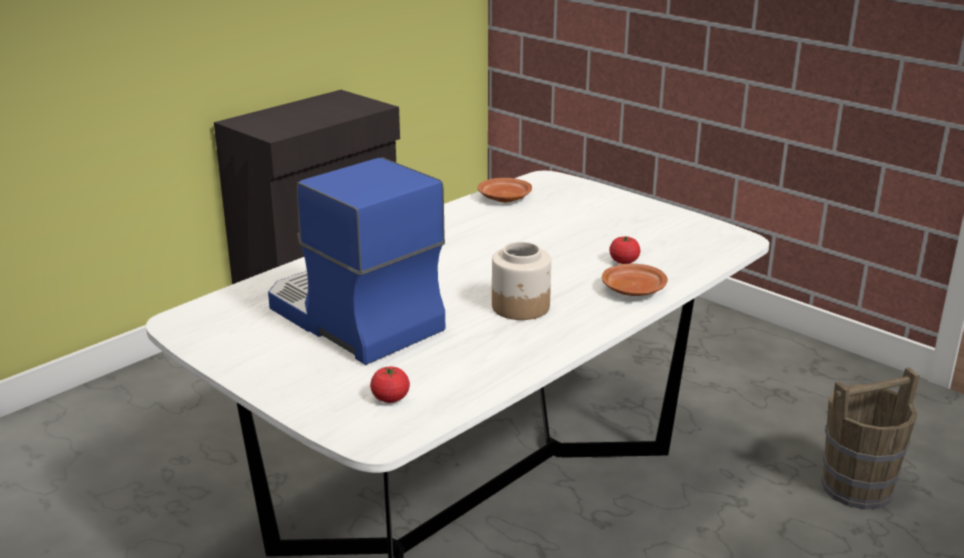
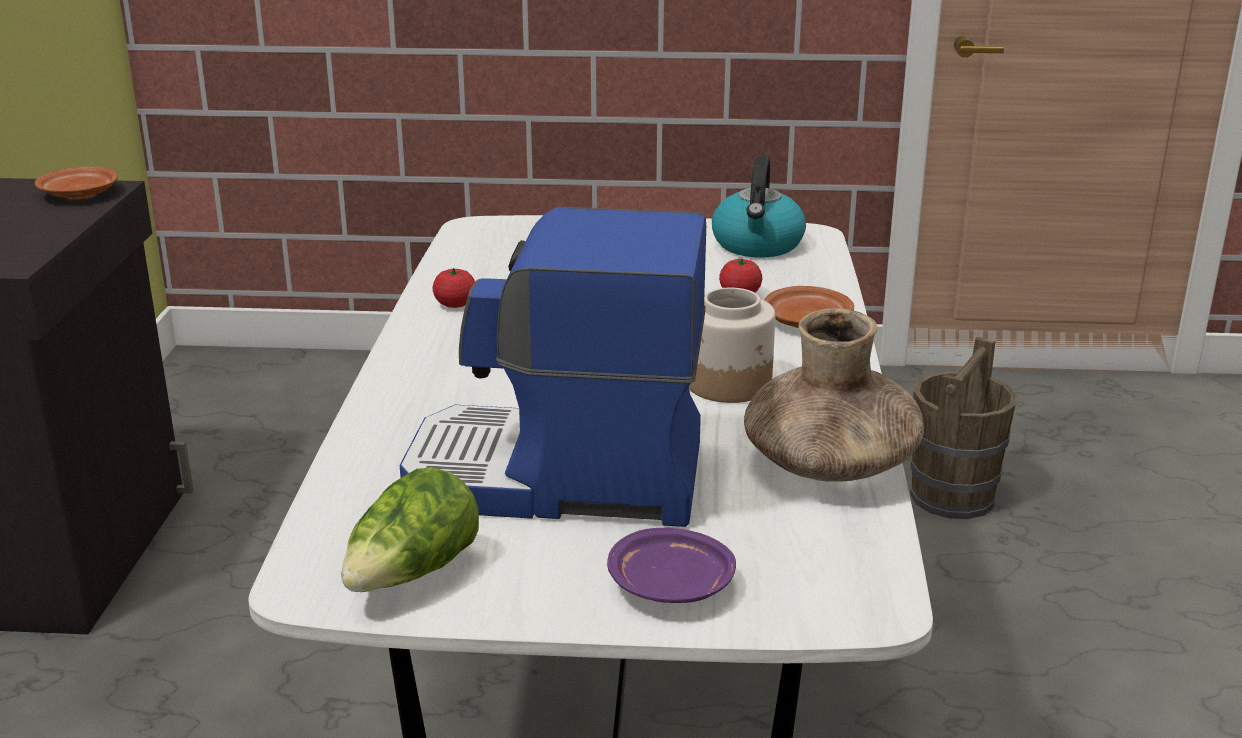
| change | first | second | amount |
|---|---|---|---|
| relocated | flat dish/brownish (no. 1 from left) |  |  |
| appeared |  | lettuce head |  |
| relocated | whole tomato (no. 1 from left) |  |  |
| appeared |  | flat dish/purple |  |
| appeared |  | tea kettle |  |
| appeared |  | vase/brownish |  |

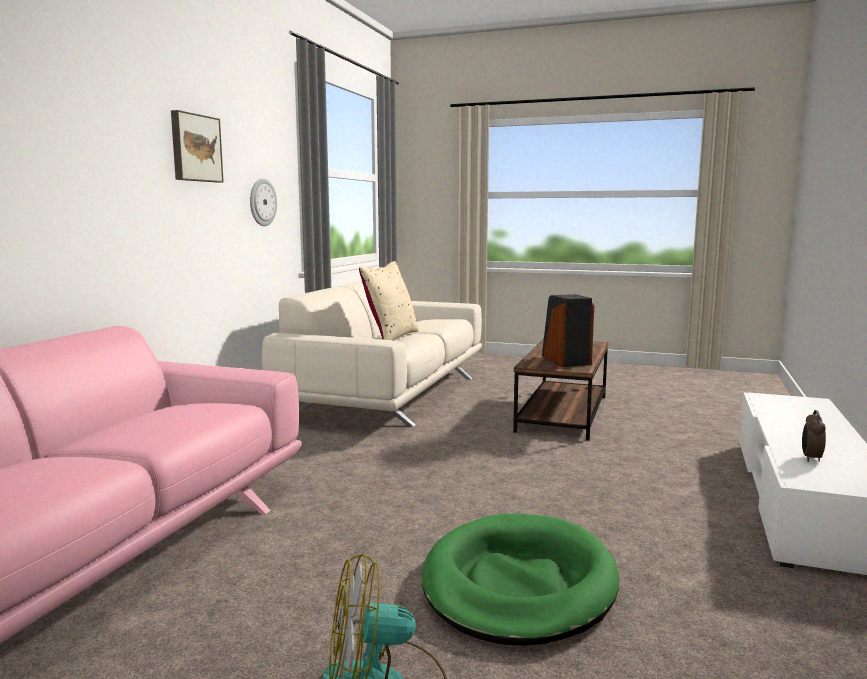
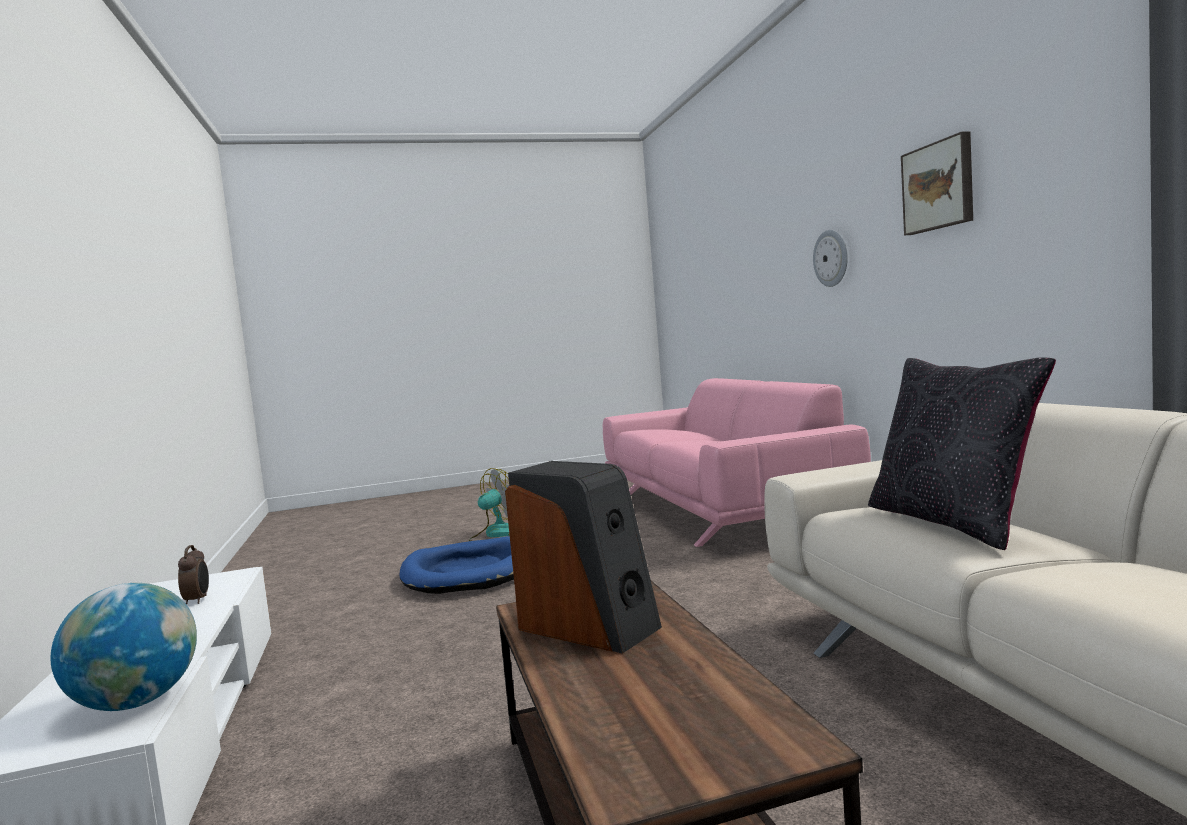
| change | first | second | amount |
|---|---|---|---|
| appeared |  | world globe |  |
| colour | dog bed/green-coloured | dog bed/bluish |  |
| relocated | wall clock |  |  |
| colour | cushion/beige | cushion/black-coloured |  |

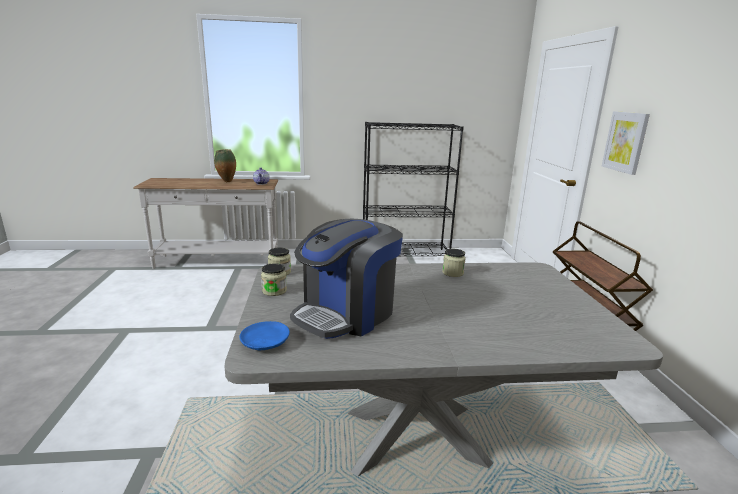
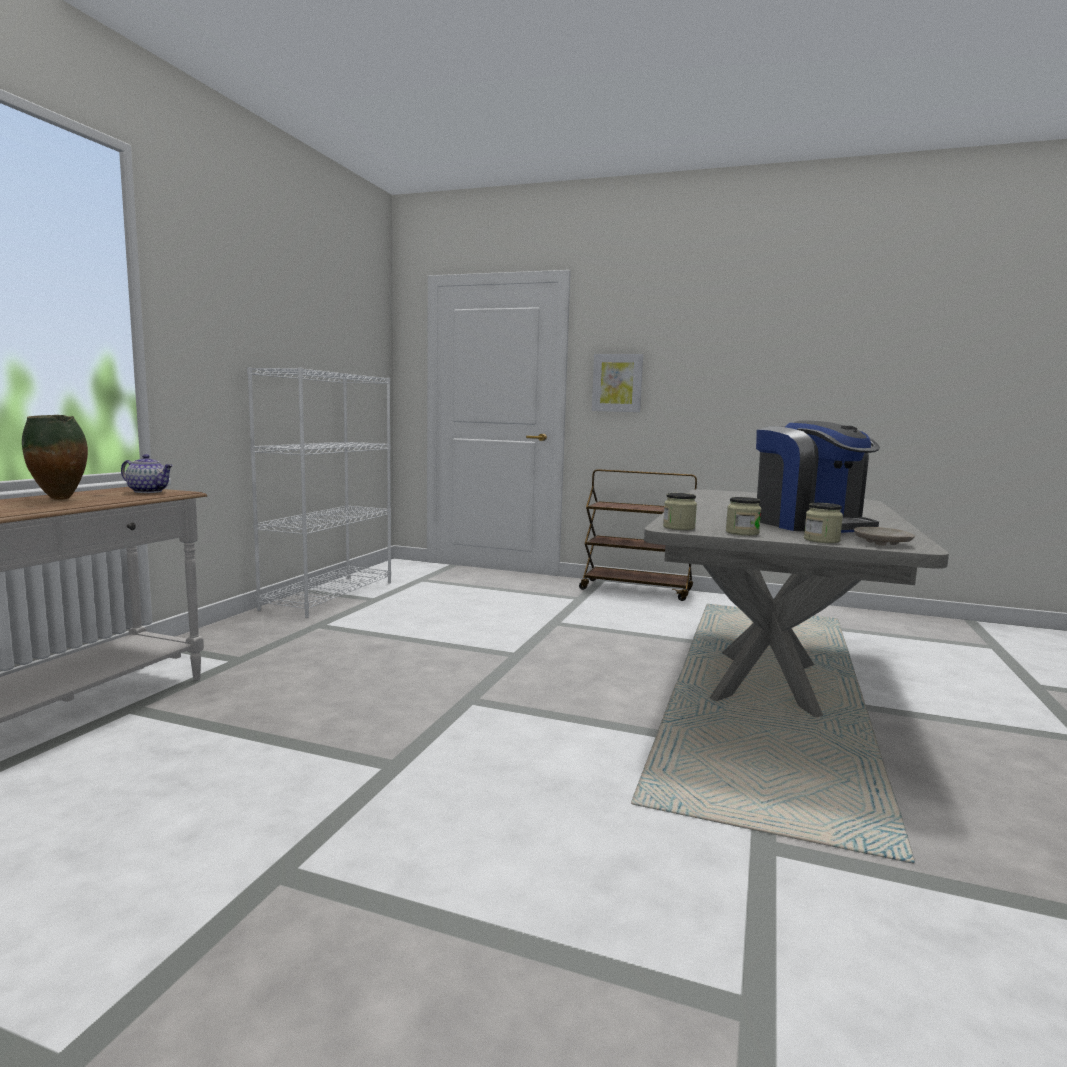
| change | first | second | amount |
|---|---|---|---|
| colour | bookshelf/black-coloured | bookshelf/white |  |
| relocated | jar (no. 3 from left) |  |  |
| colour | flat dish/bluish | flat dish/beige |  |

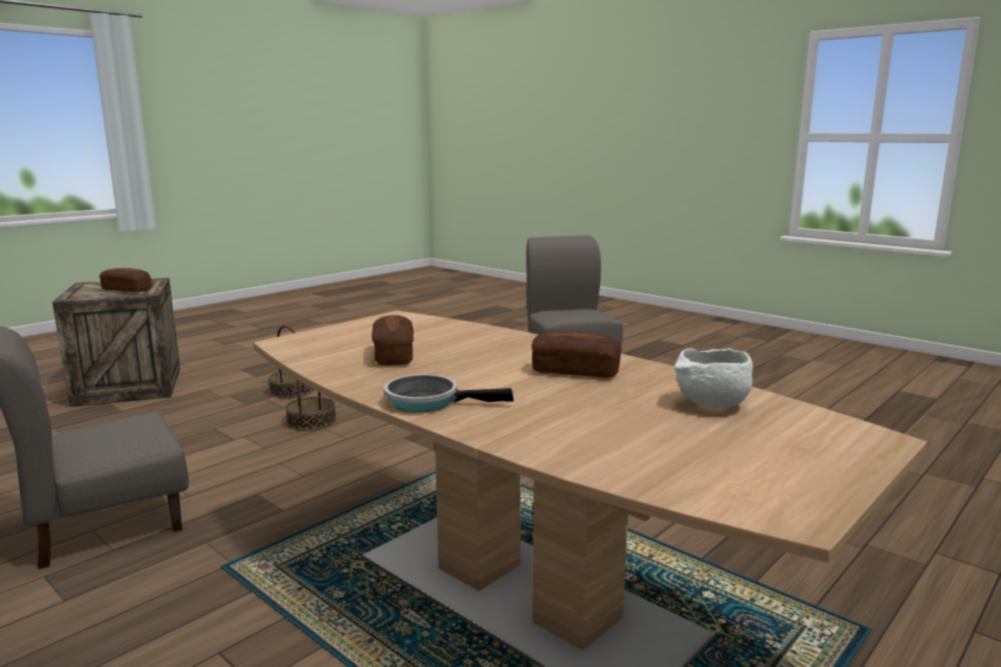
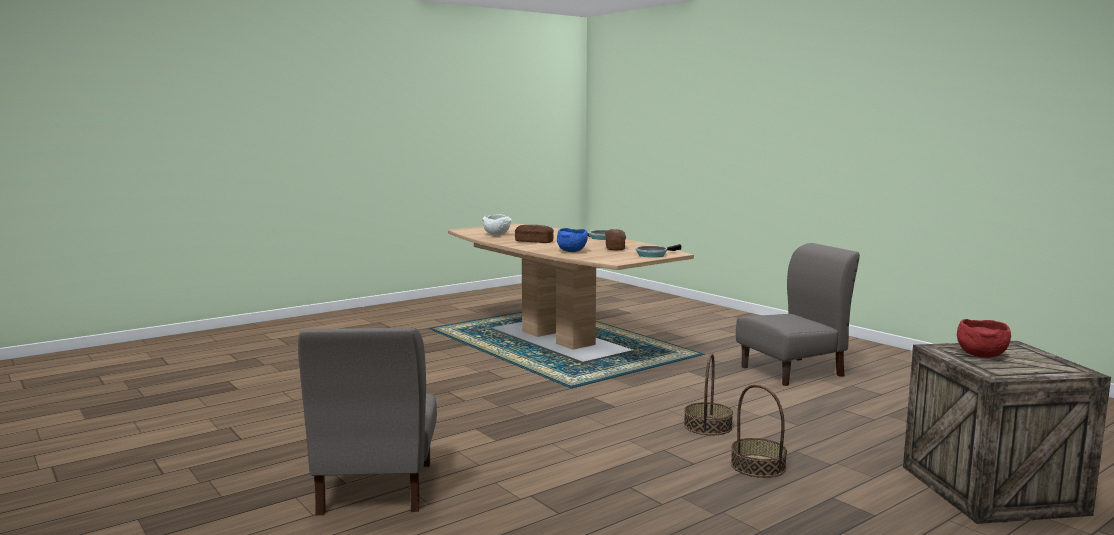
| change | first | second | amount |
|---|---|---|---|
| appeared |  | serving bowl/bluish |  |
| appeared |  | skillet (no. 2 from left) |  |
| exchanged | bakery bread (no. 1 from left) | serving bowl/red |  |

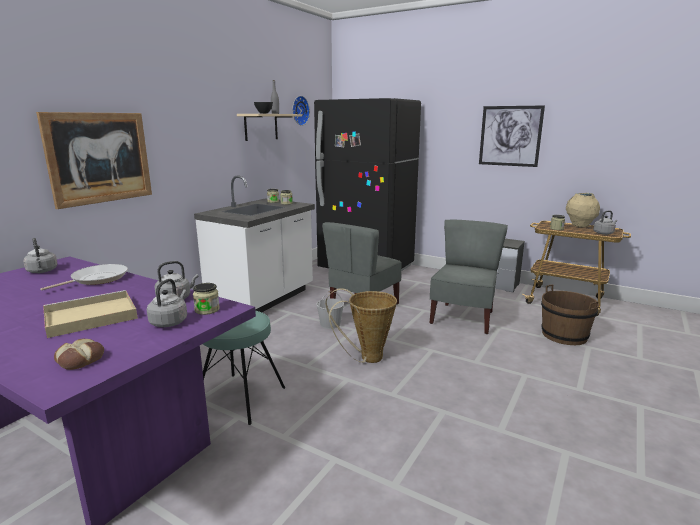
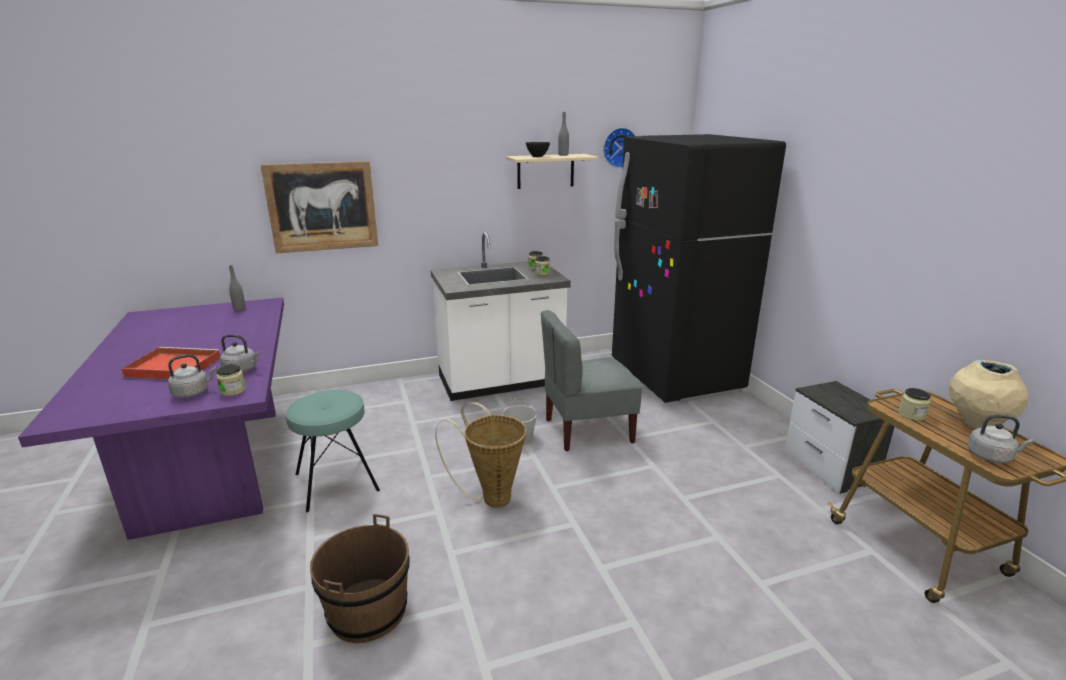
| change | first | second | amount |
|---|---|---|---|
| colour | tray/beige | tray/red |  |
| exchanged | tea kettle/greyish (no. 1 from left) | drink bottle/greyish (no. 1 from left) |  |
| relocated | water bucket/brownish |  |  |
| missing | skillet |  |  |
| missing | bakery bread |  |  |
| missing | chair/greyish (no. 2 from left) |  |  |
| missing | wall picture (no. 2 from left) |  |  |

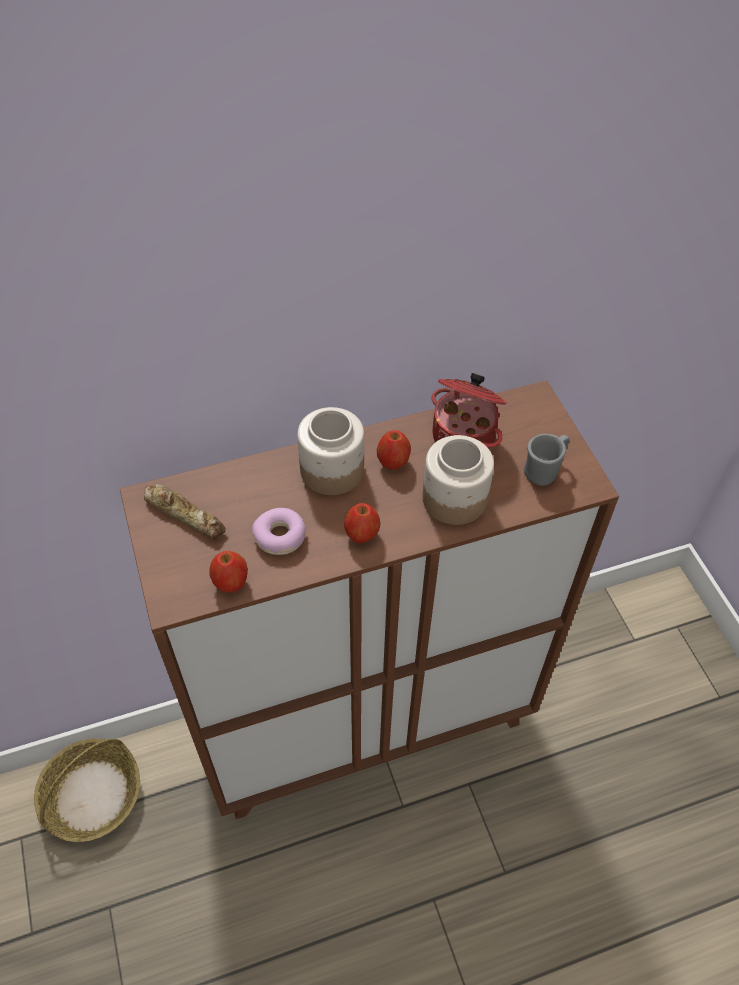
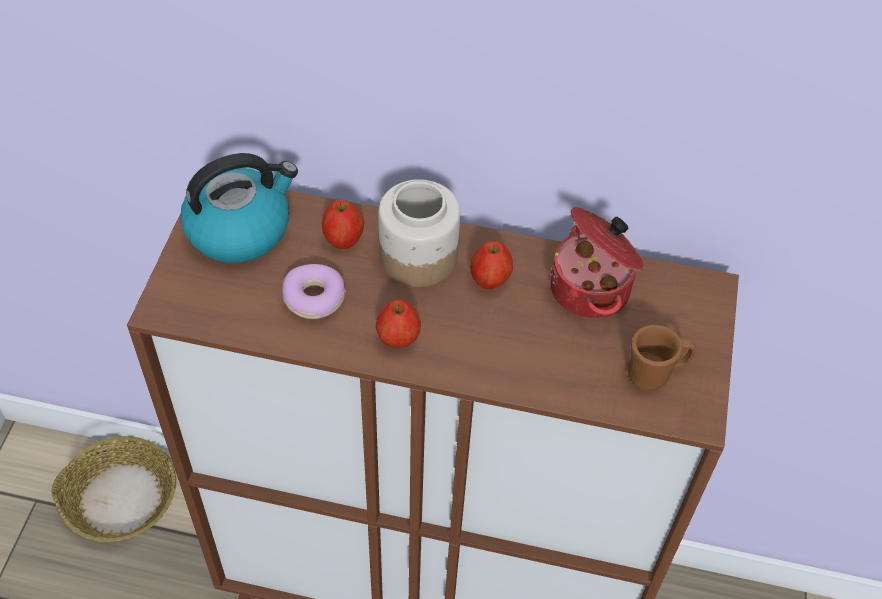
| change | first | second | amount |
|---|---|---|---|
| exchanged | bakery bread | tea kettle |  |
| relocated | apple (no. 1 from left) |  |  |
| colour | mug/greyish | mug/brownish |  |
| missing | jar (no. 2 from left) |  |  |

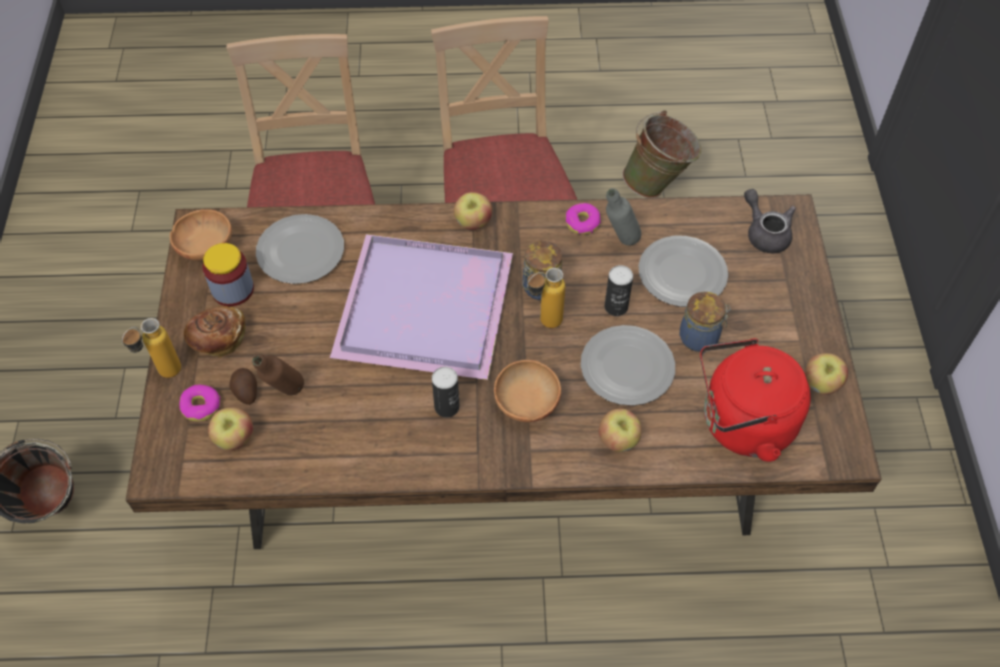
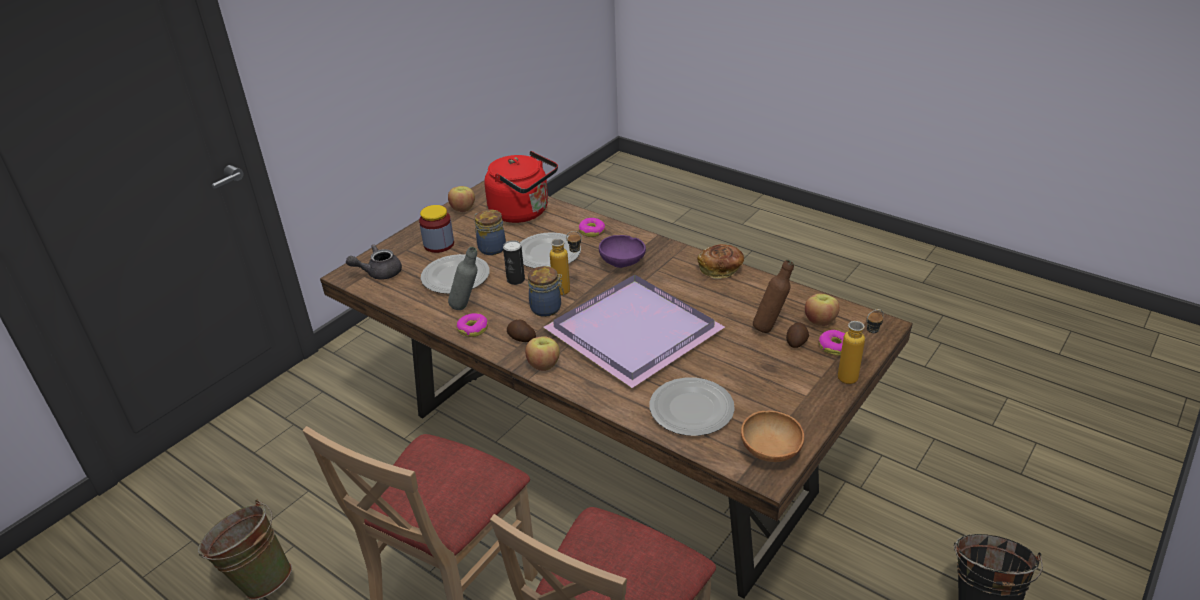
| change | first | second | amount |
|---|---|---|---|
| spun | teapot/greyish |  | 60 degrees clockwise |
| relocated | jar (no. 1 from left) |  |  |
| appeared |  | spud (no. 1 from left) |  |
| exchanged | apple (no. 3 from left) | ring doughnut (no. 2 from left) |  |
| colour | serving bowl/brownish (no. 2 from left) | serving bowl/purple |  |
| relocated | bakery bread |  |  |
| missing | metal can (no. 1 from left) |  |  |

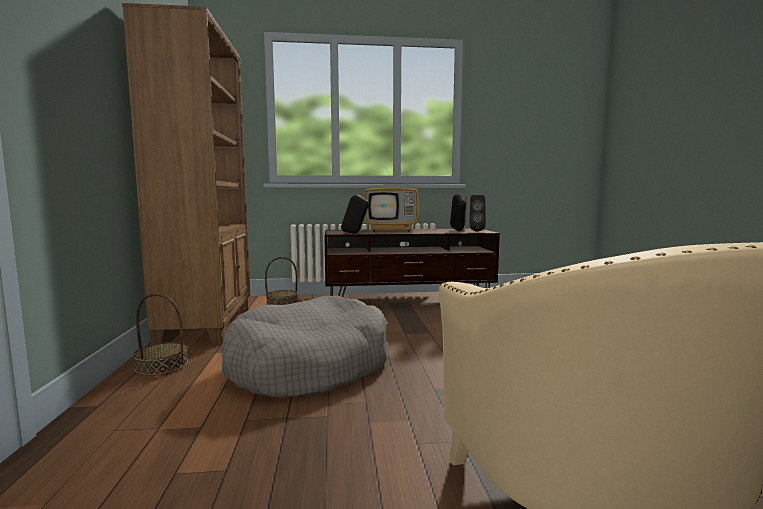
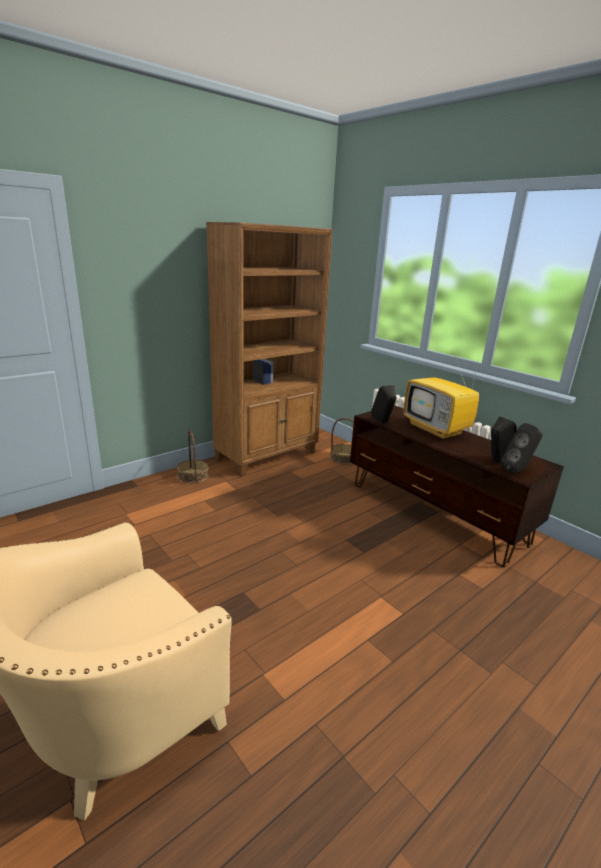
| change | first | second | amount |
|---|---|---|---|
| missing | dog bed/greyish |  |  |

